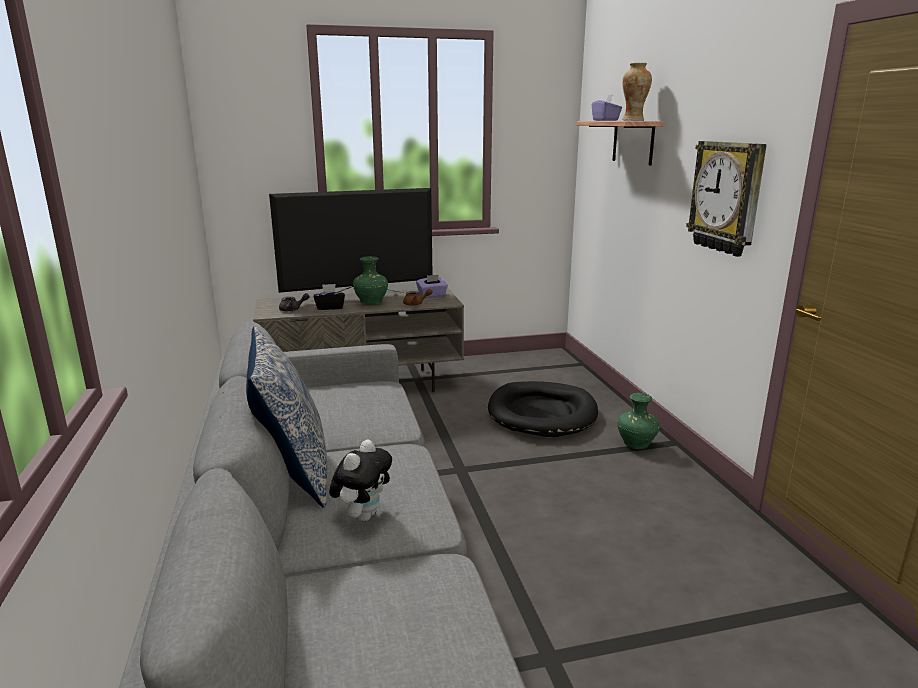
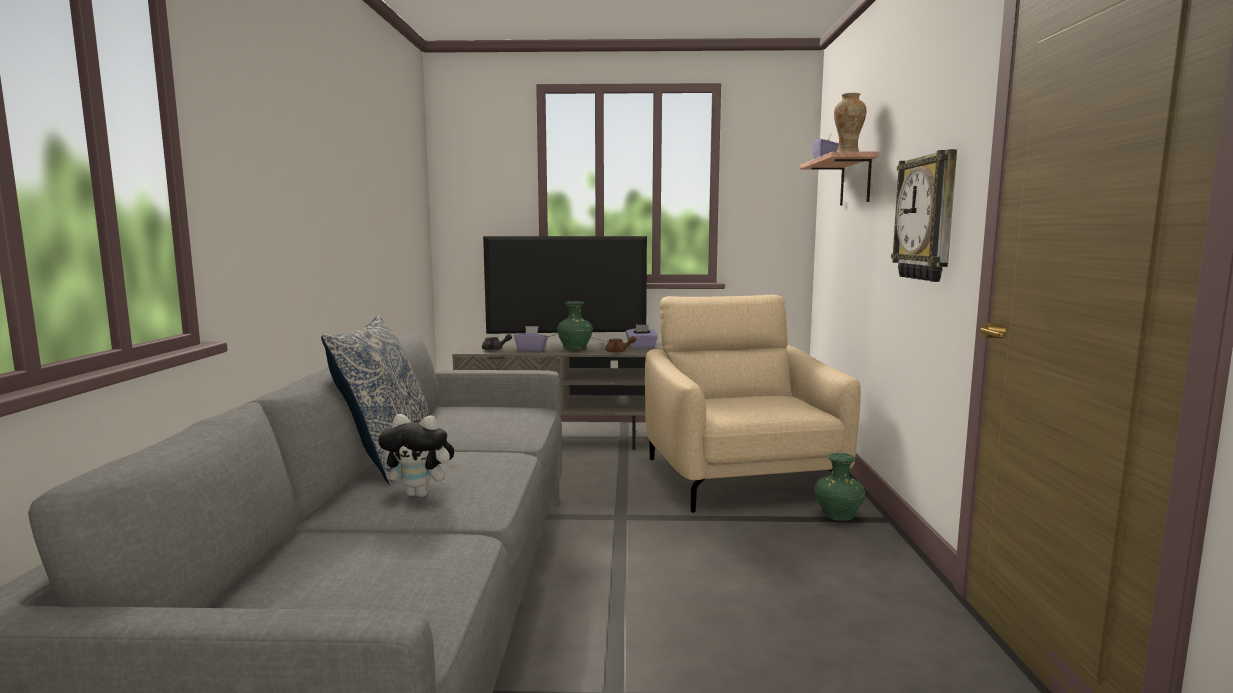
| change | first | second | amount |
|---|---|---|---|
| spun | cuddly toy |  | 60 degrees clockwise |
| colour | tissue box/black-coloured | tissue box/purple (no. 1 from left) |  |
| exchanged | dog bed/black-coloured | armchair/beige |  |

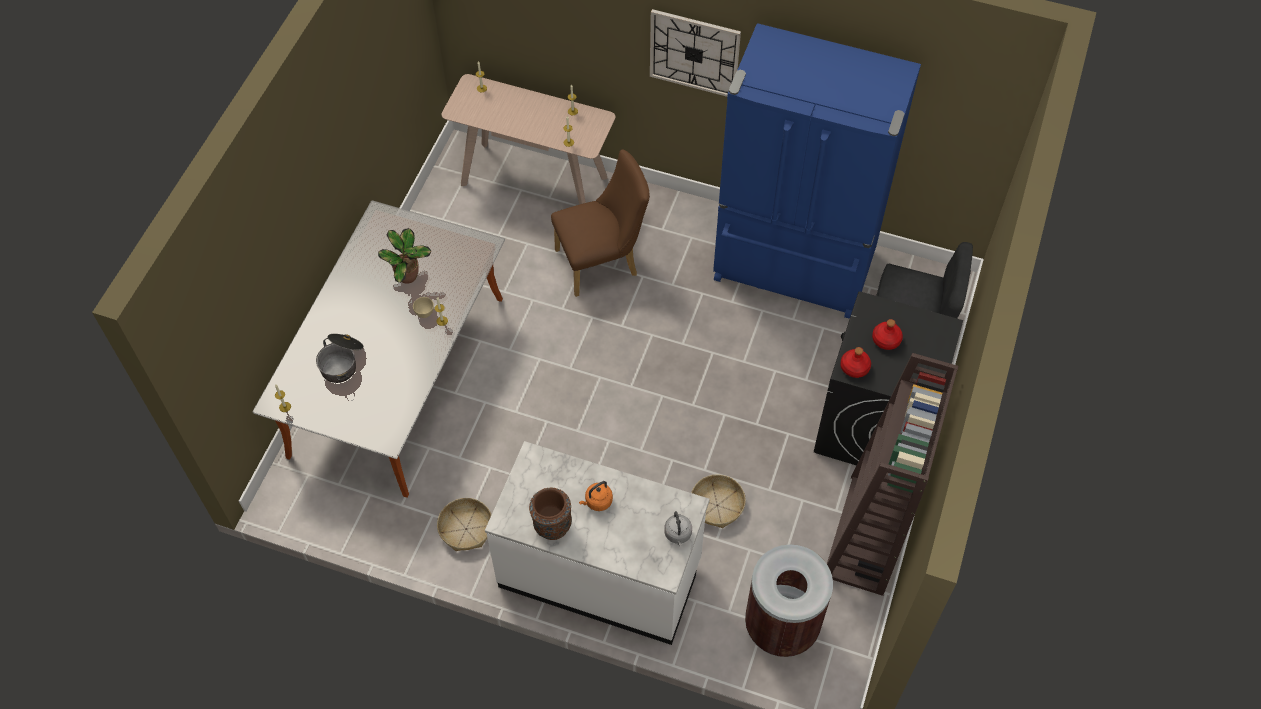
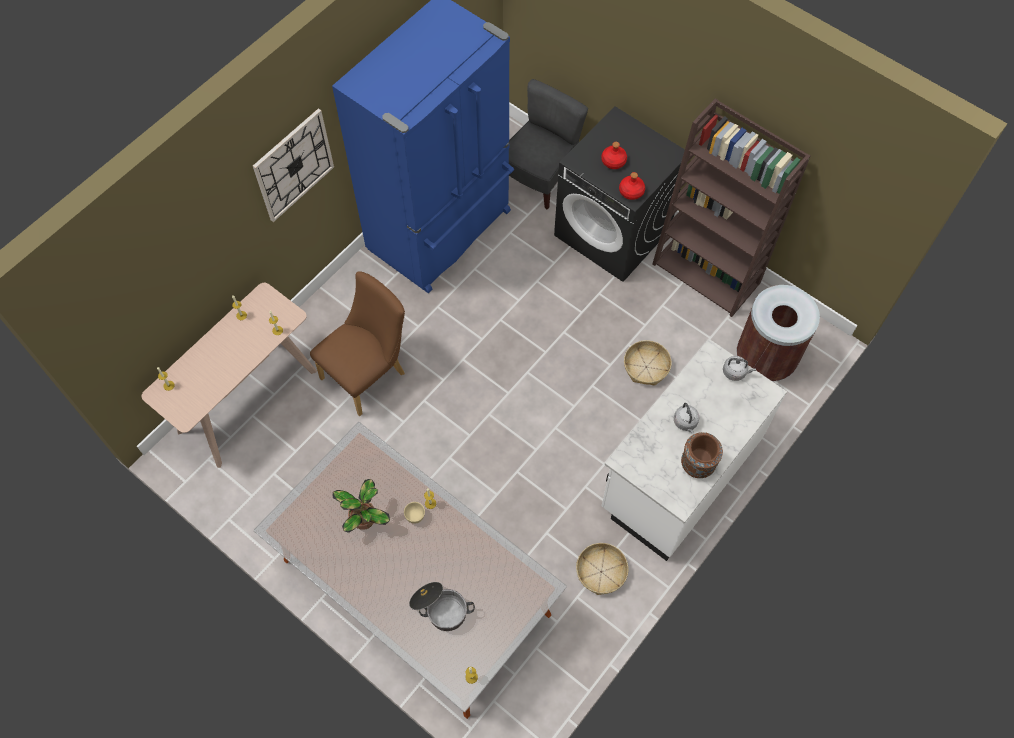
| change | first | second | amount |
|---|---|---|---|
| spun | chair/brownish |  | 45 degrees clockwise |
| colour | tea kettle/orangey | tea kettle/greyish (no. 1 from left) |  |

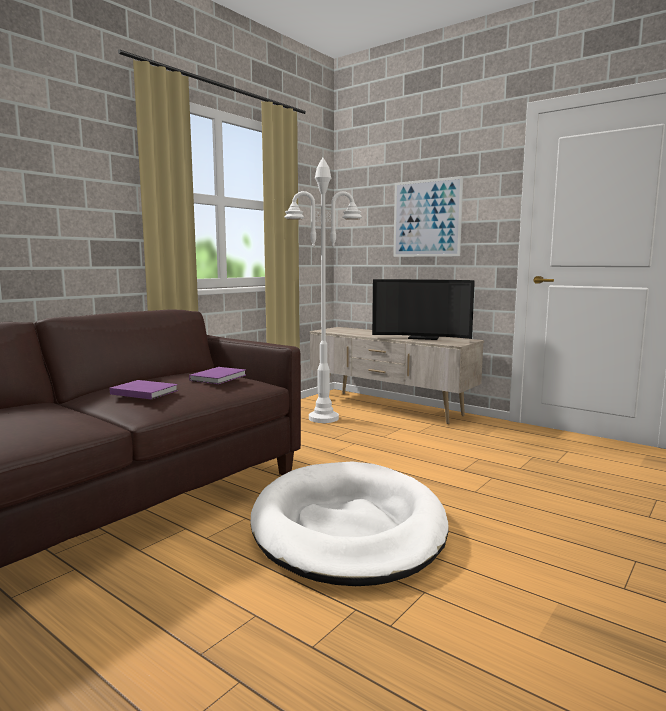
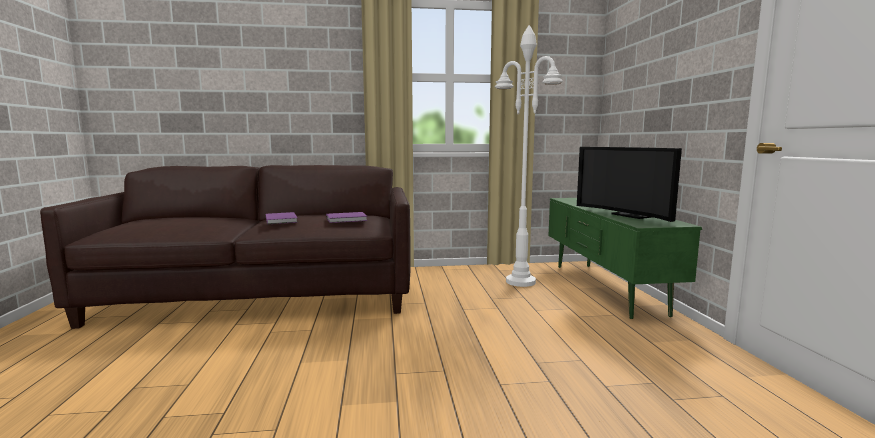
| change | first | second | amount |
|---|---|---|---|
| colour | tv stand/beige | tv stand/green-coloured |  |
| missing | dog bed/white |  |  |
| missing | wall picture |  |  |

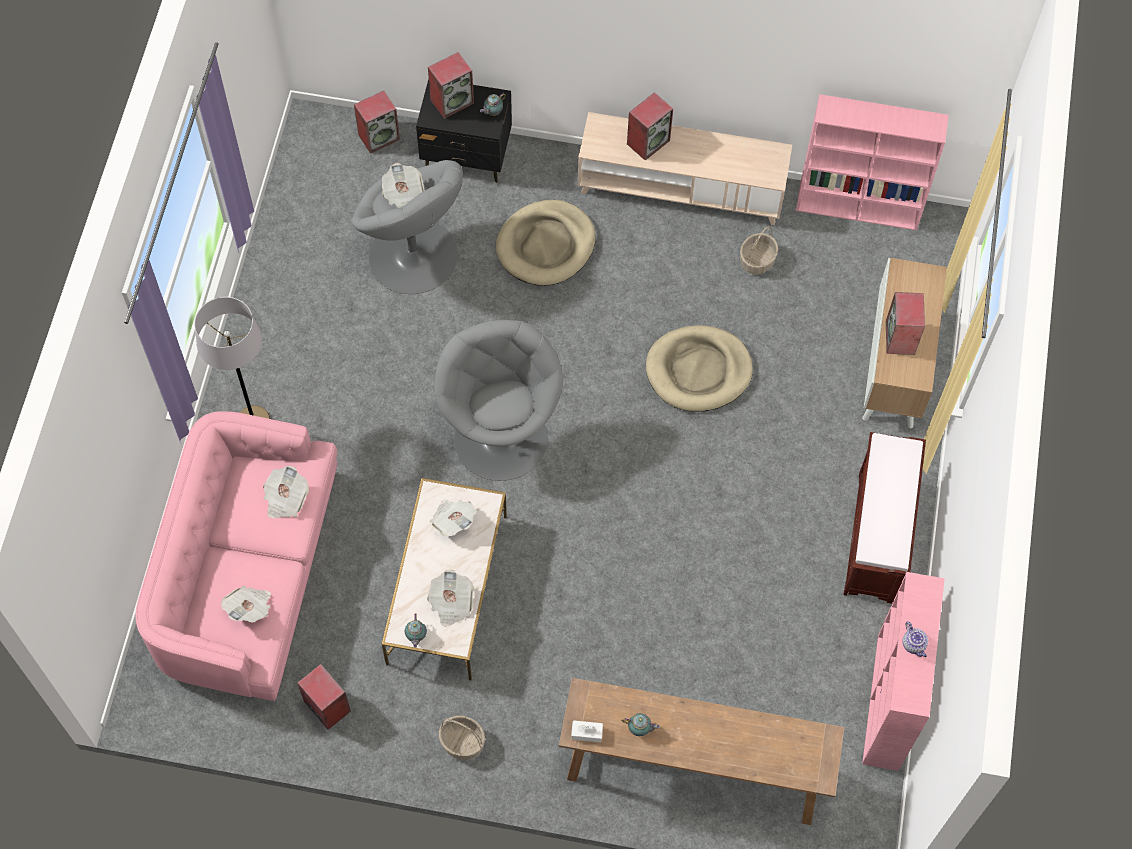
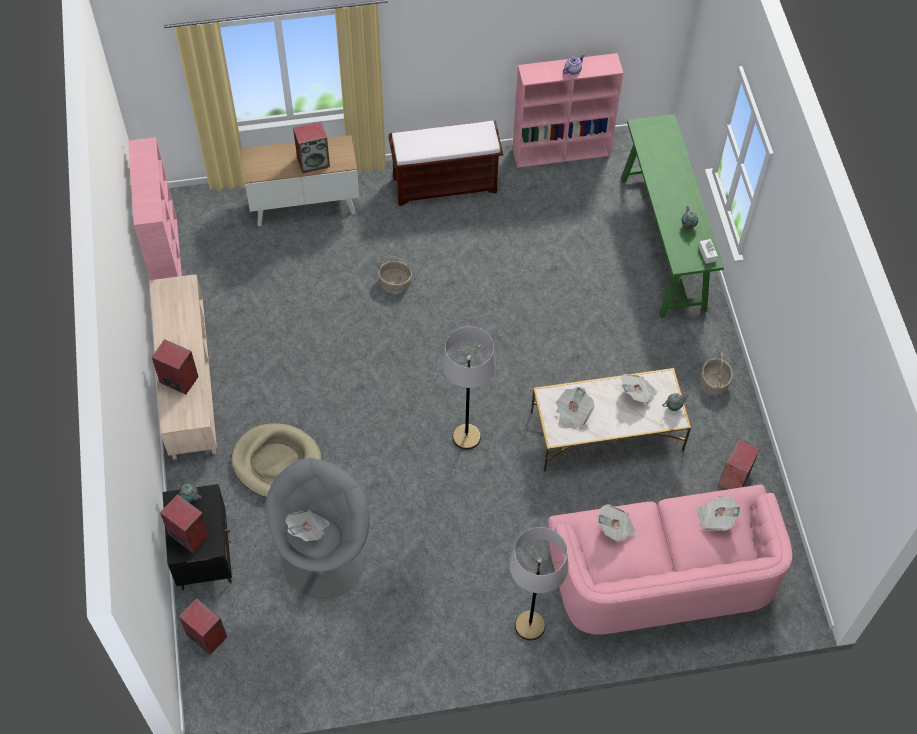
| change | first | second | amount |
|---|---|---|---|
| relocated | household basket (no. 2 from left in the first image) | household basket (no. 1 from left) |  |
| exchanged | armchair/greyish (no. 2 from left) | standing lamp/greyish (no. 1 from left) |  |
| colour | narrow table/brownish | narrow table/green-coloured |  |
| missing | dog bed/beige (no. 2 from left) |  |  |

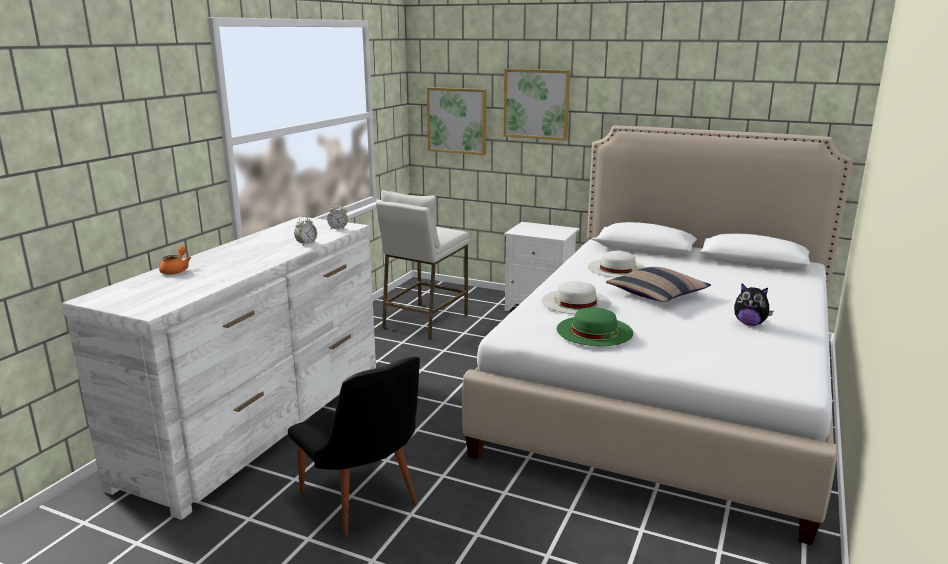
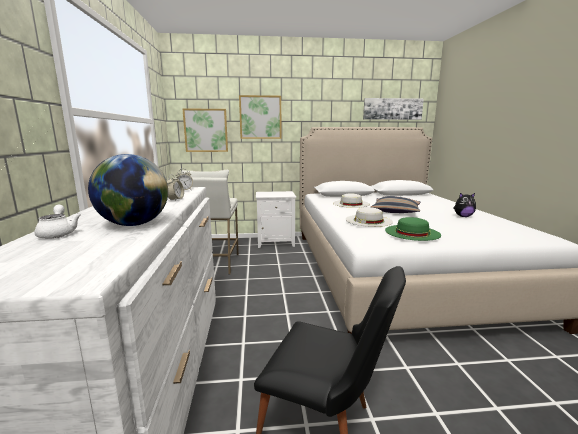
| change | first | second | amount |
|---|---|---|---|
| colour | teapot/orangey | teapot/white |  |
| appeared |  | world globe |  |
| appeared |  | wall picture (no. 3 from left) |  |

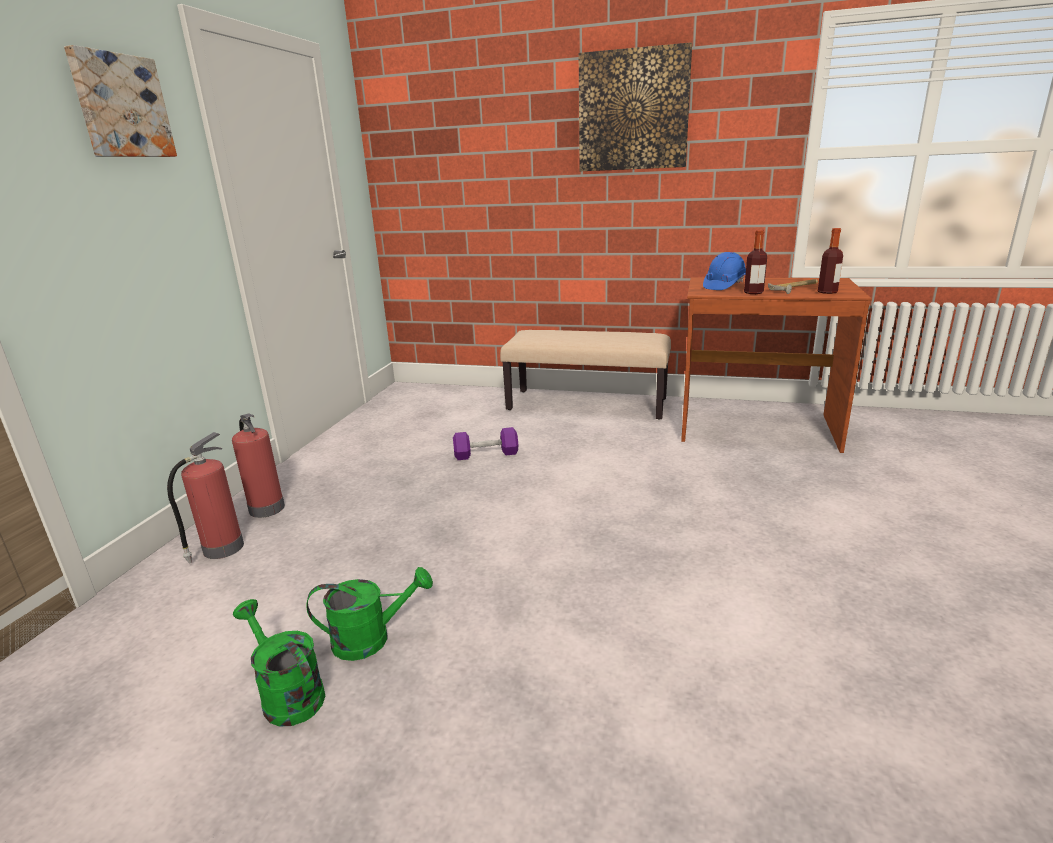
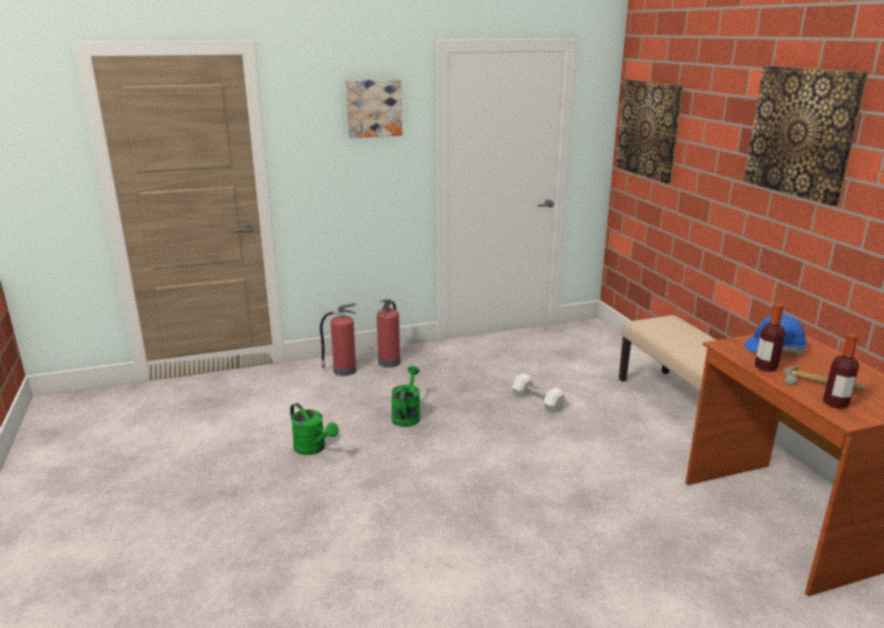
| change | first | second | amount |
|---|---|---|---|
| relocated | watering can/green-coloured (no. 1 from left in the first image) | watering can/green-coloured (no. 2 from left) |  |
| colour | hand weight/purple | hand weight/white |  |
| appeared |  | wall picture (no. 2 from left) |  |

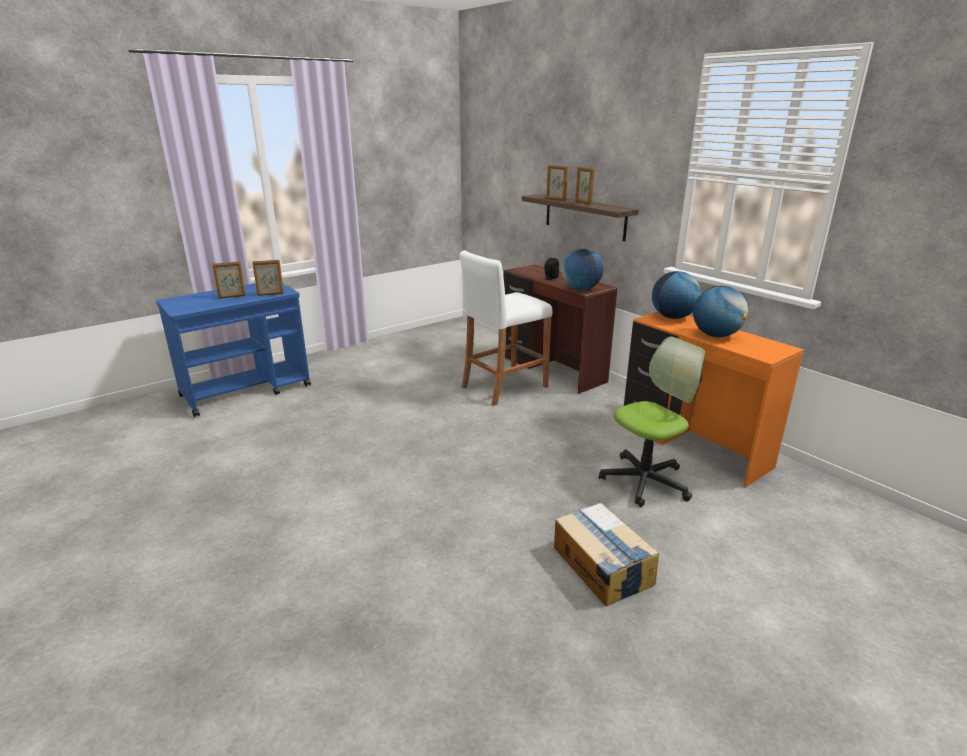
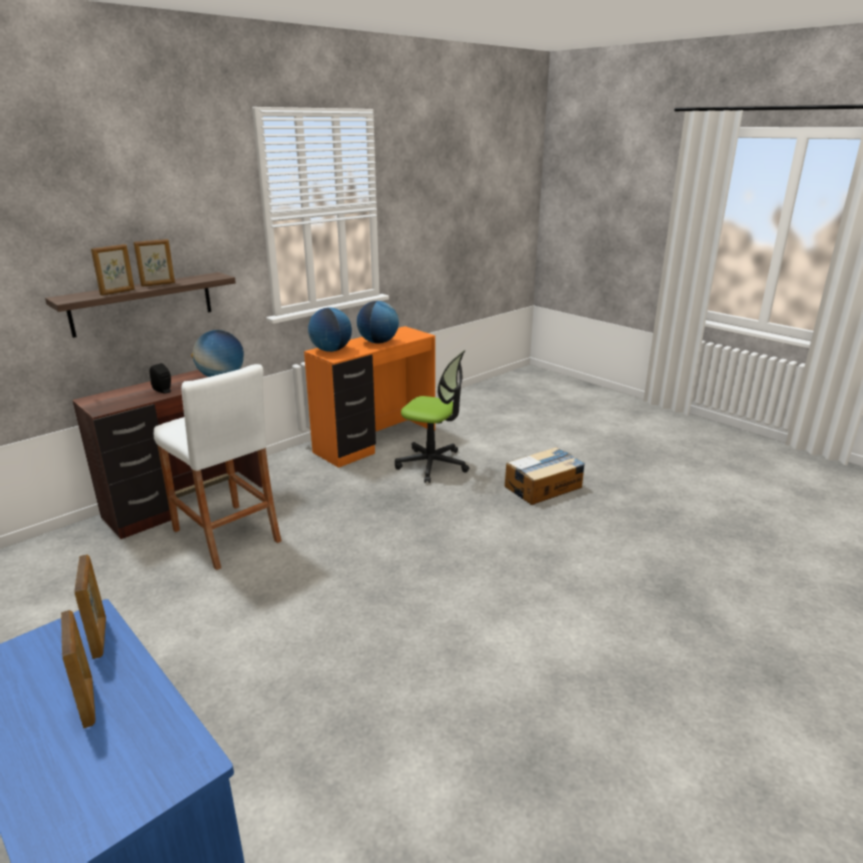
| change | first | second | amount |
|---|---|---|---|
| spun | desk chair |  | 150 degrees clockwise |

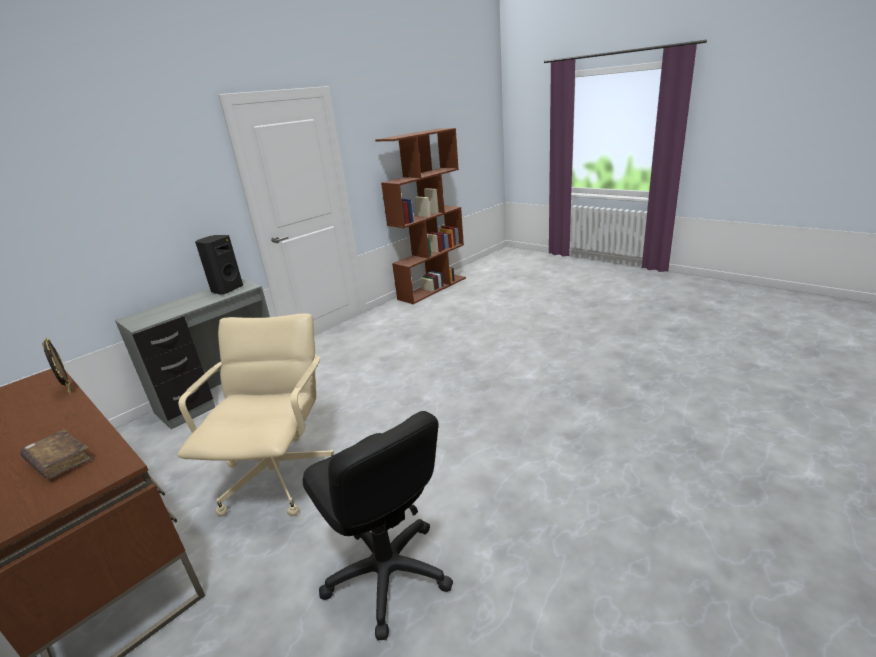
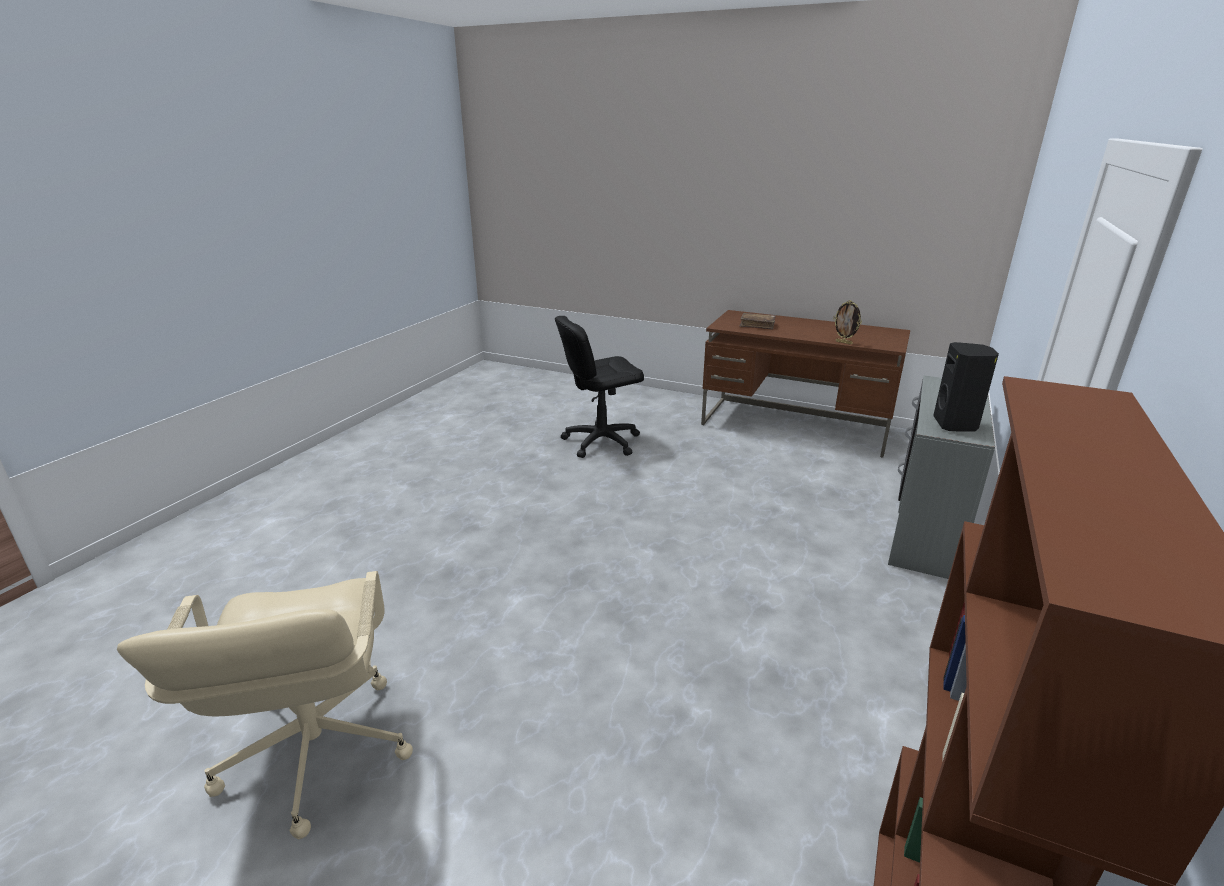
| change | first | second | amount |
|---|---|---|---|
| relocated | desk chair/beige |  |  |
| spun | desk chair/black-coloured |  | 60 degrees counterclockwise |

